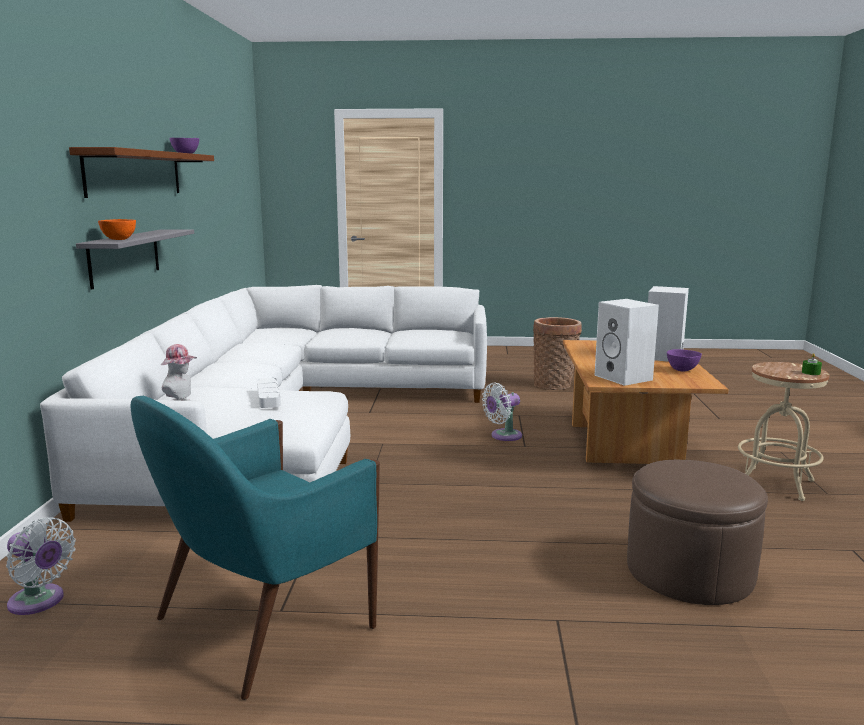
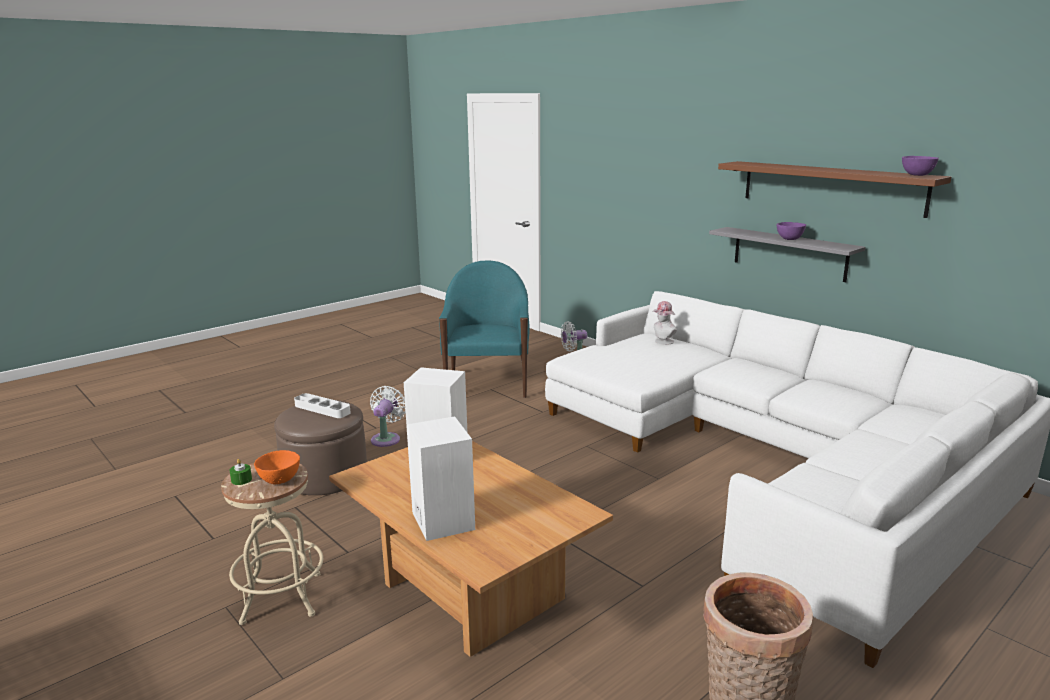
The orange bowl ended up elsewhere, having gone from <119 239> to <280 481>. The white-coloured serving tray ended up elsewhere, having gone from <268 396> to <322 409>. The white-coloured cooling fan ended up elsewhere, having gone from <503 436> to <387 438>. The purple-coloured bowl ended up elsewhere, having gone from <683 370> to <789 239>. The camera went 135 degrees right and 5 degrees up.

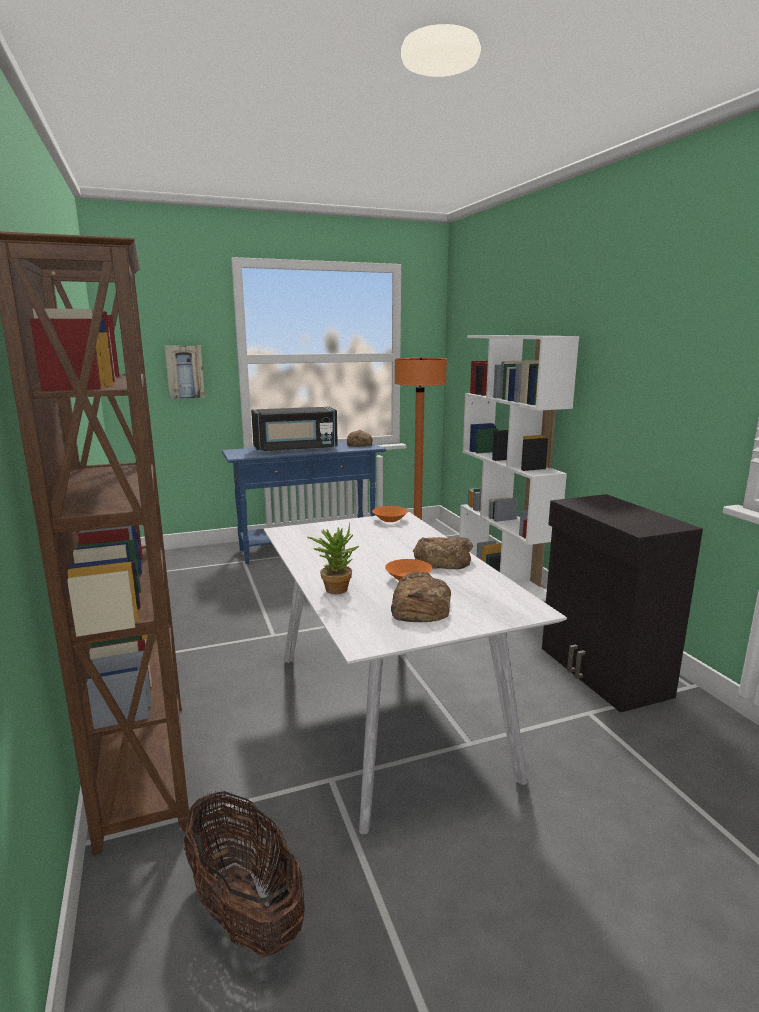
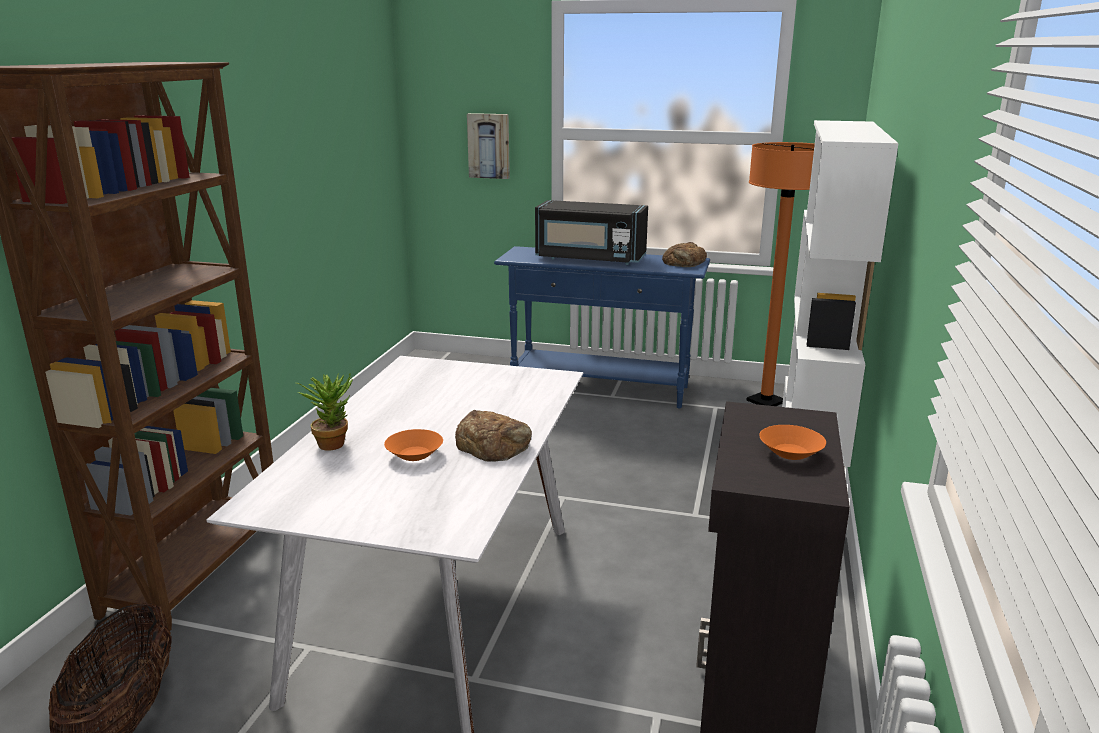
The orange bowl ended up elsewhere, having gone from <390 520> to <791 454>. The second view lost the bread at <420 606>. The camera went 35 degrees right and 5 degrees up.

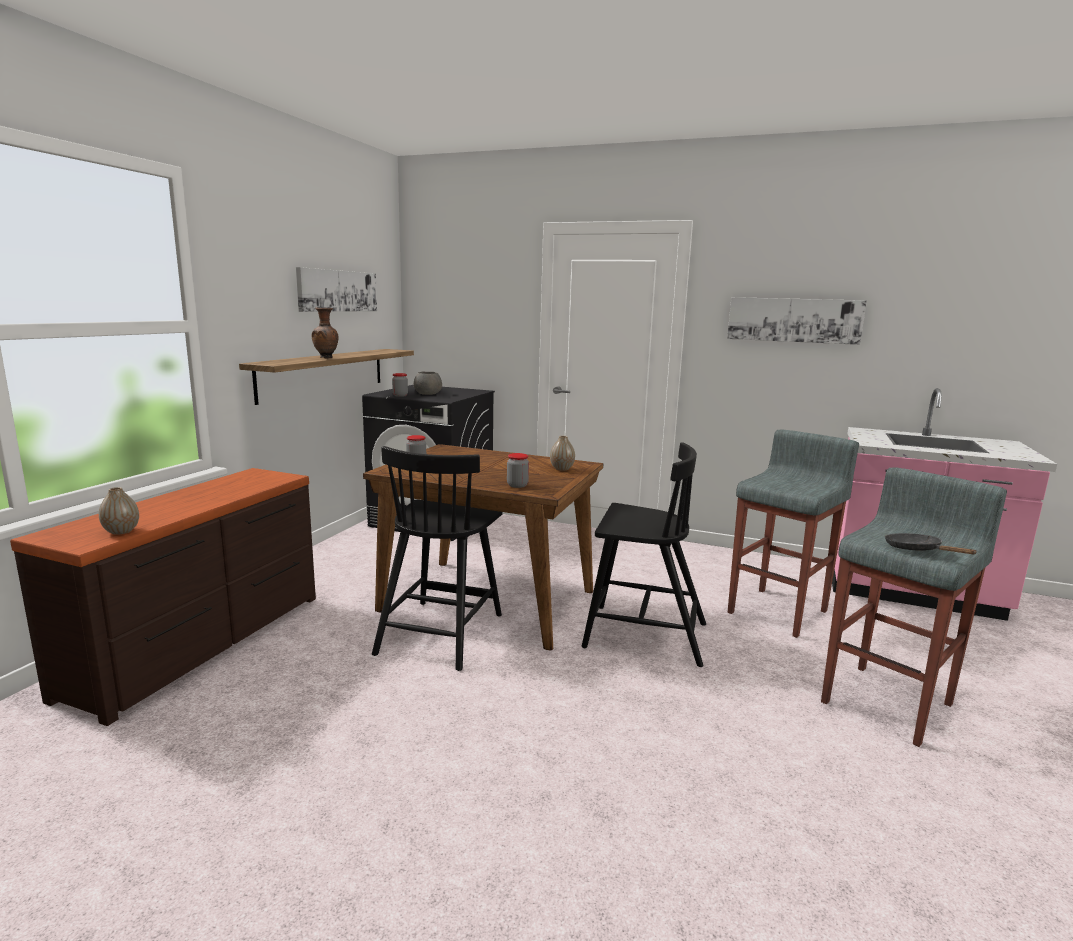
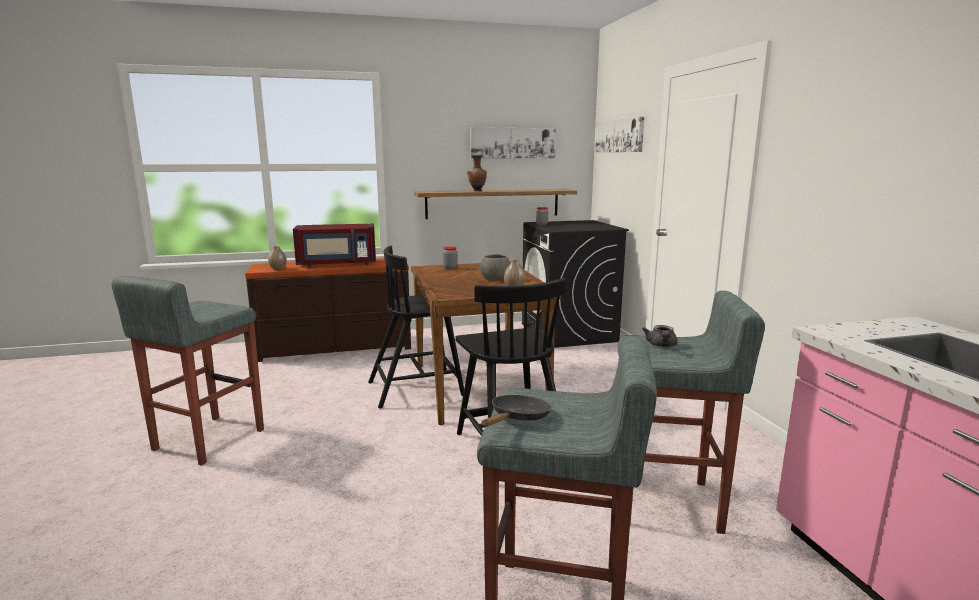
The second view gained the greyish sitting stool at <207 440>. The second view gained the red kitchen microwave at <337 264>. The greyish bowl ended up elsewhere, having gone from <428 394> to <494 279>. The picture ended up elsewhere, having gone from <794 320> to <619 136>. The second view gained the greyish tea pot at <661 345>. The second view lost the preserve jar at <517 485>. The camera went 55 degrees right and 0 degrees up.

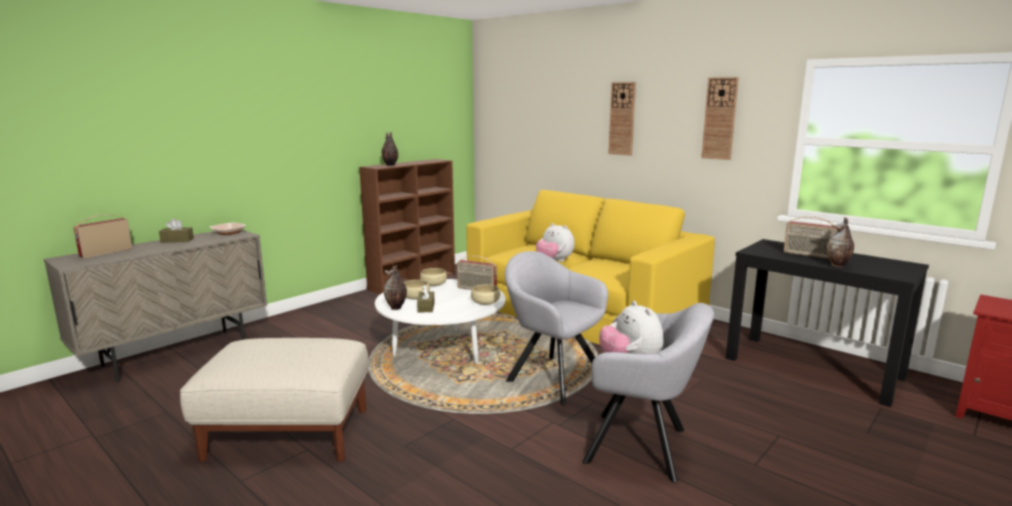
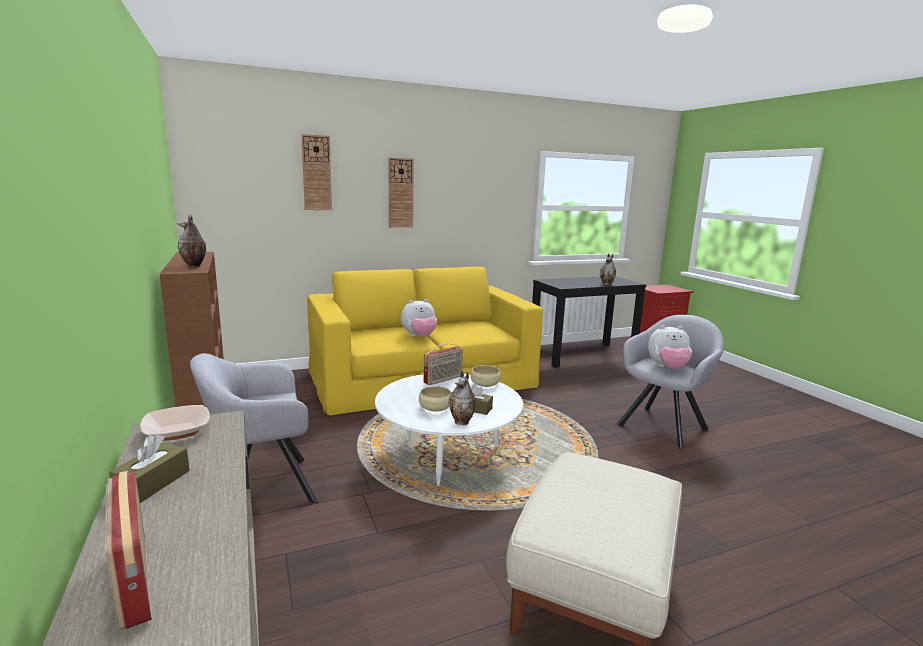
The greyish easy chair ended up elsewhere, having gone from <551 377> to <260 488>. The clock on the wall ended up elsewhere, having gone from <720 118> to <317 173>. The second view lost the beige bowl at <433 284>. The second view lost the radio set at <808 255>. The camera went 65 degrees left and 0 degrees up.

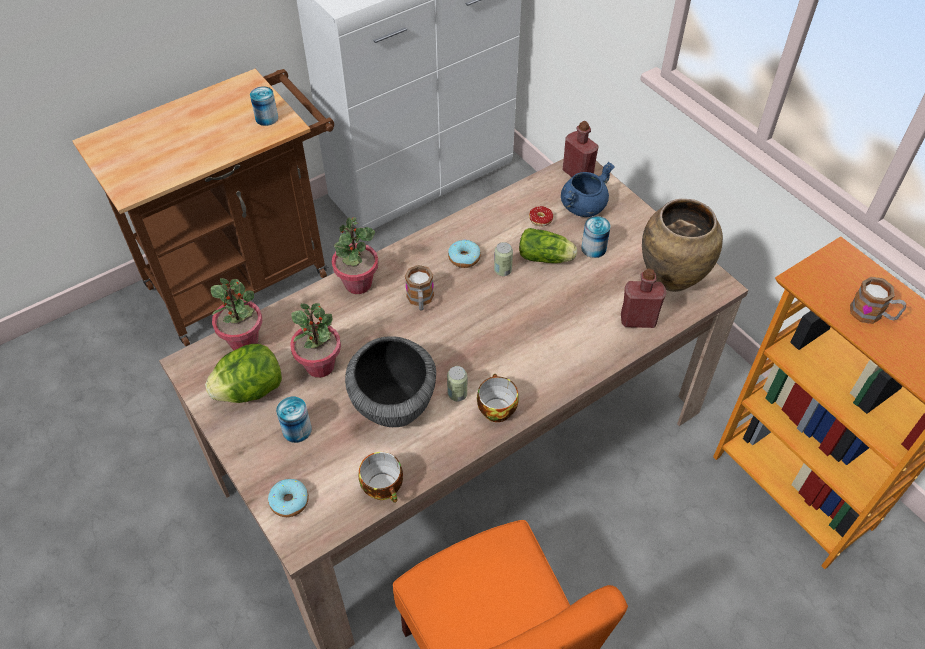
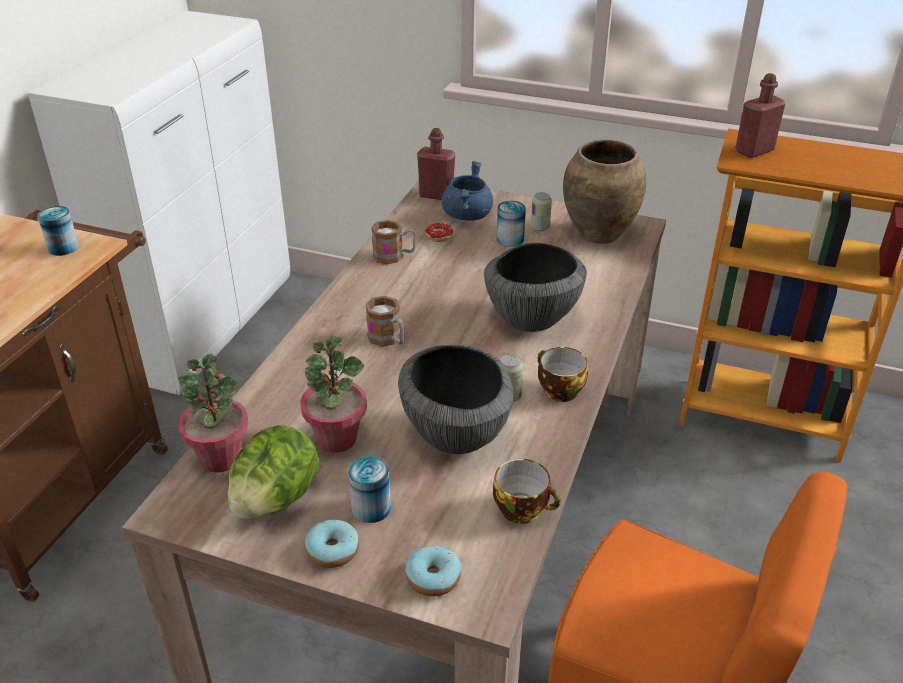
The donut ended up elsewhere, having gone from <464 258> to <333 550>. The mug ended up elsewhere, having gone from <872 314> to <394 256>. The second view gained the bowl at <531 319>. The can ended up elsewhere, having gone from <502 270> to <540 227>. The red bottle ended up elsewhere, having gone from <638 320> to <754 151>. The second view lost the plant in a pot at <358 283>. The second view lost the lettuce at <547 258>. The camera went 35 degrees left and 15 degrees down.

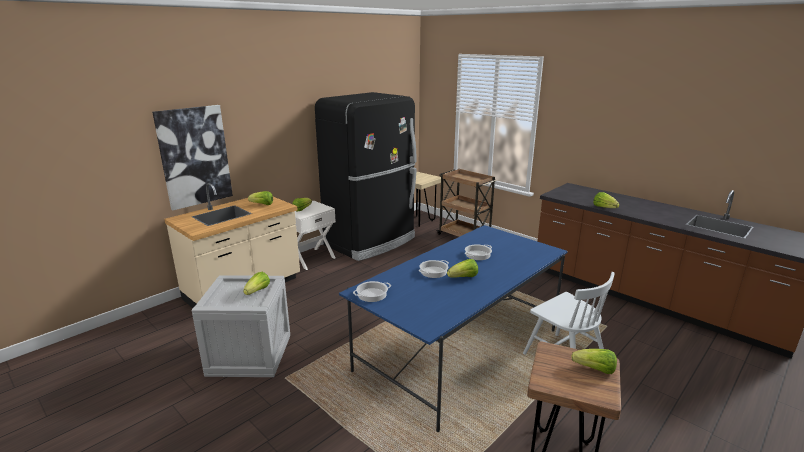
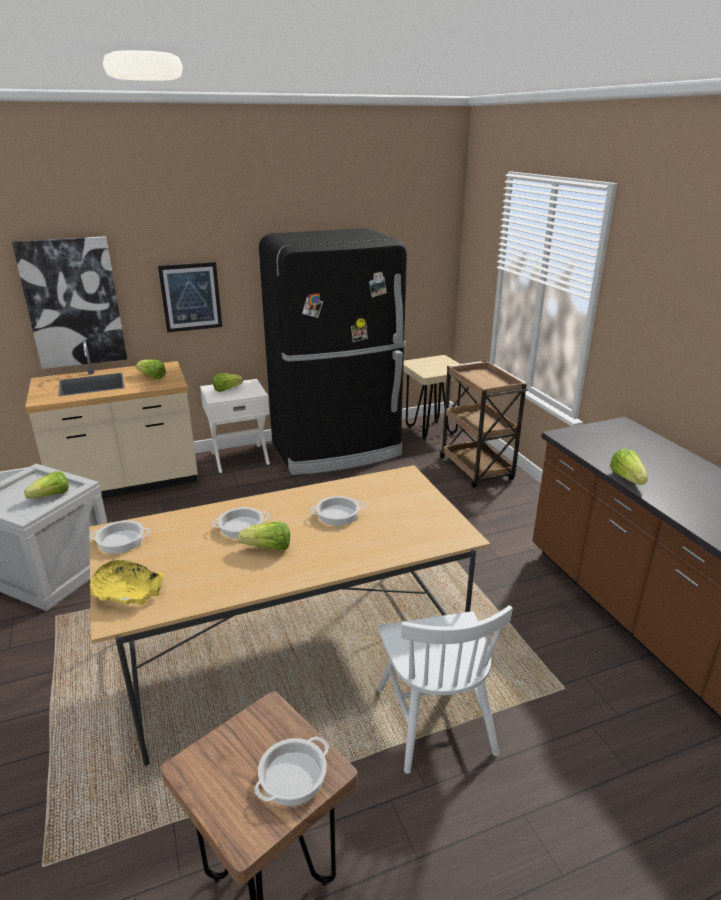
What was the blue-coloured dinner table at <459 350> turned into the beige dinner table at <293 650>. The second view gained the yellow bowl at <128 592>. The second view gained the picture at <190 297>. Where the lettuce stood at <595 370>, the stockpot came to stand at <293 777>. The camera went 25 degrees right and 5 degrees up.

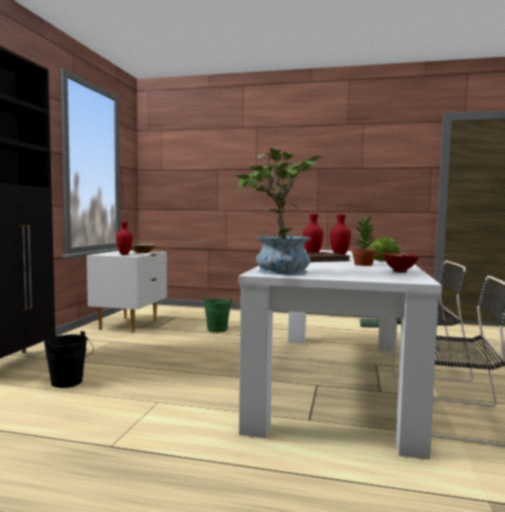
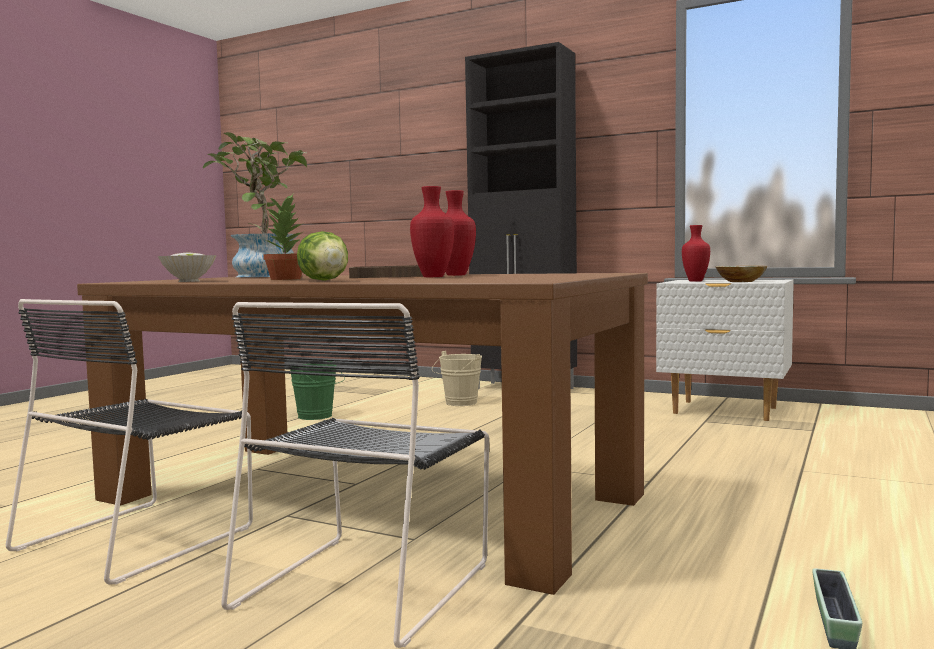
What was the white-coloured dinner table at <337 379> turned into the brown dinner table at <366 497>. What was the red bowl at <400 271> turned into the white-coloured bowl at <188 281>. The green water bucket ended up elsewhere, having gone from <218 329> to <318 416>. What was the black water bucket at <69 383> turned into the beige water bucket at <458 403>. The camera went 105 degrees right and 0 degrees up.

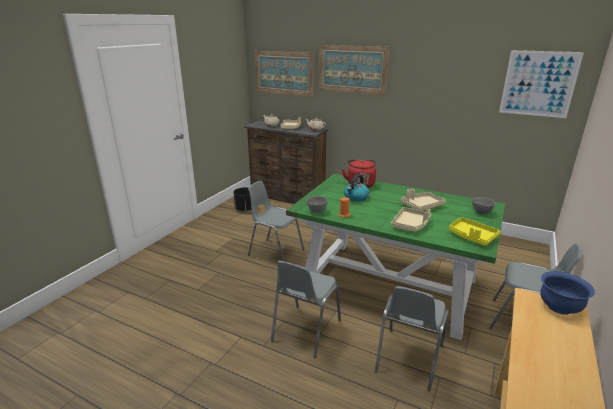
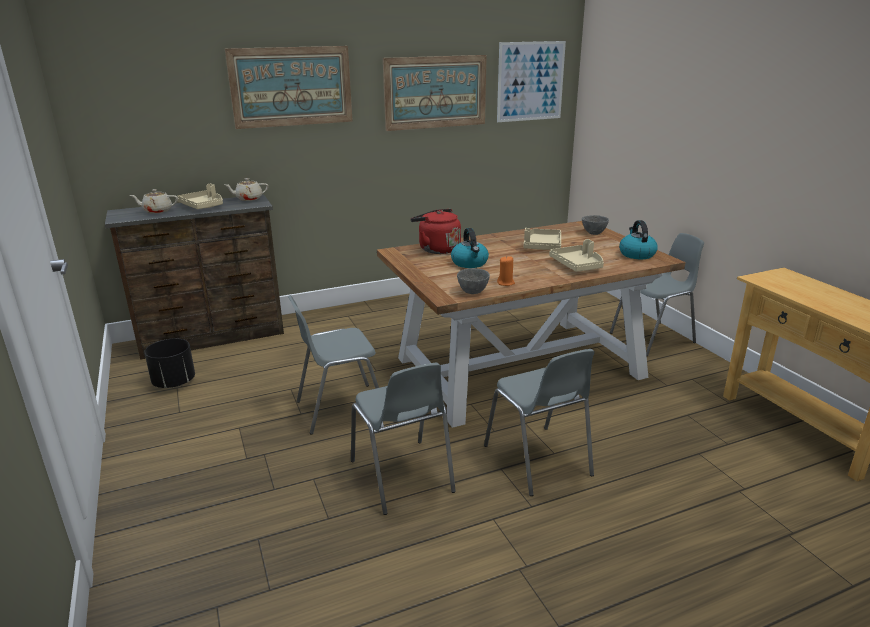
The greyish chair ended up elsewhere, having gone from <408 359> to <402 477>. What was the green dinner table at <390 284> turned into the brown dinner table at <520 367>. The picture ended up elsewhere, having gone from <283 73> to <435 92>. Where the yellow serving tray stood at <472 237>, the tea kettle came to stand at <636 254>. The second view lost the blue-coloured bowl at <559 307>. The camera went 50 degrees left and 0 degrees up.

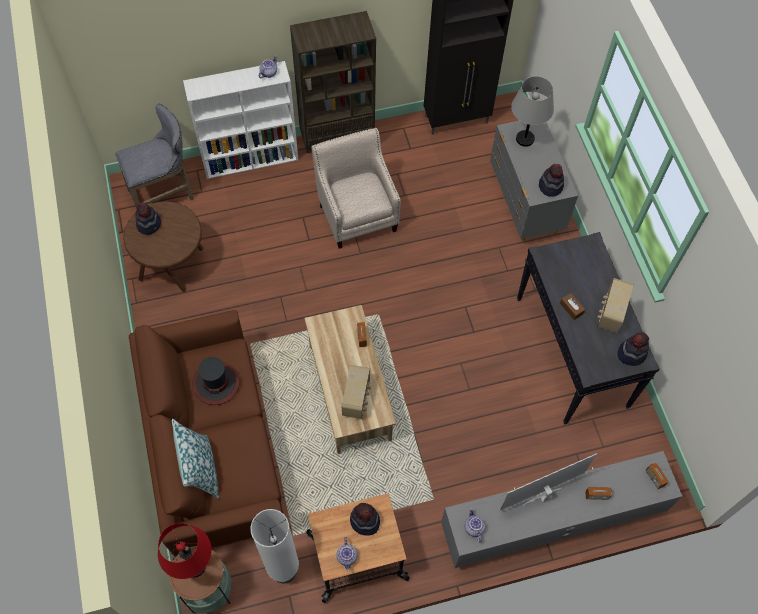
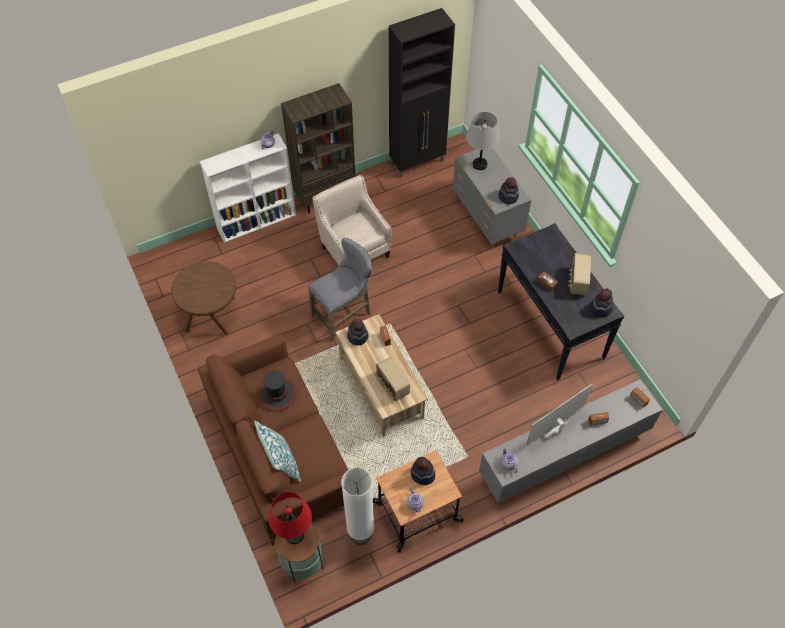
The greyish sitting stool ended up elsewhere, having gone from <165 195> to <344 314>. The wearable hat ended up elsewhere, having gone from <149 224> to <358 336>. The radio set at <356 398> ended up facing another way, 150 degrees clockwise from before. The camera went 10 degrees left and 5 degrees down.

